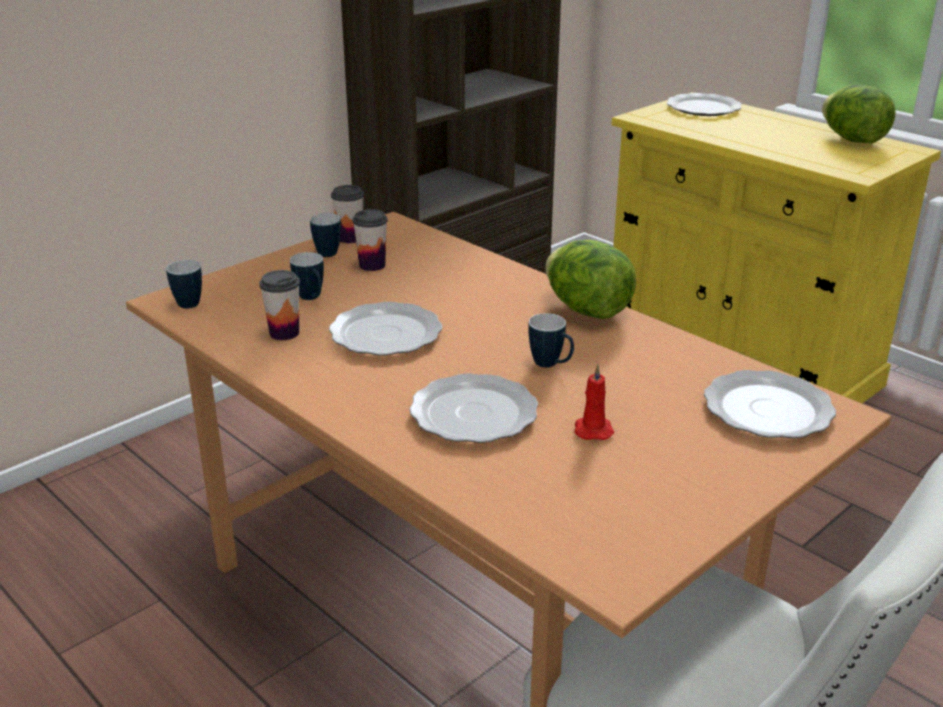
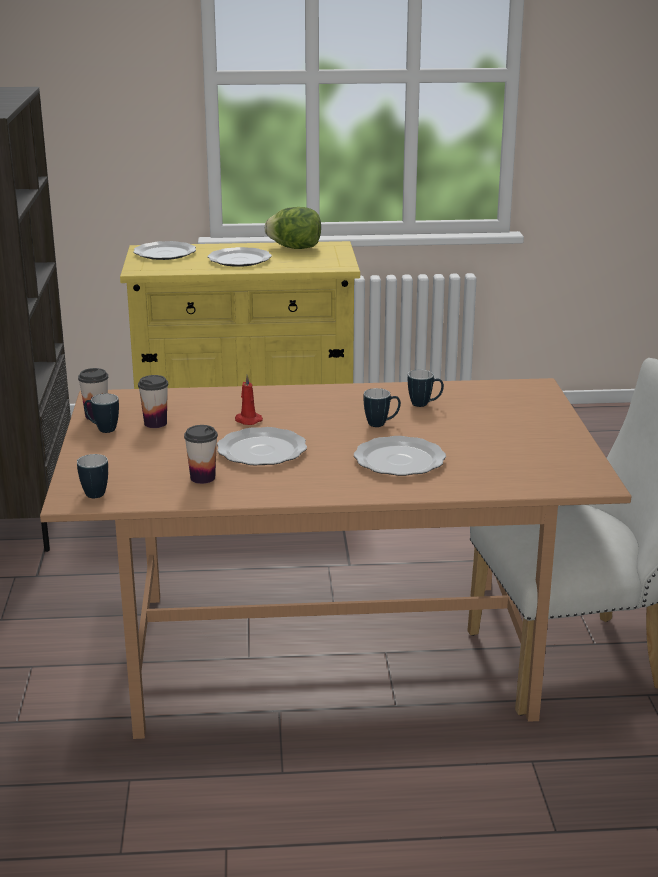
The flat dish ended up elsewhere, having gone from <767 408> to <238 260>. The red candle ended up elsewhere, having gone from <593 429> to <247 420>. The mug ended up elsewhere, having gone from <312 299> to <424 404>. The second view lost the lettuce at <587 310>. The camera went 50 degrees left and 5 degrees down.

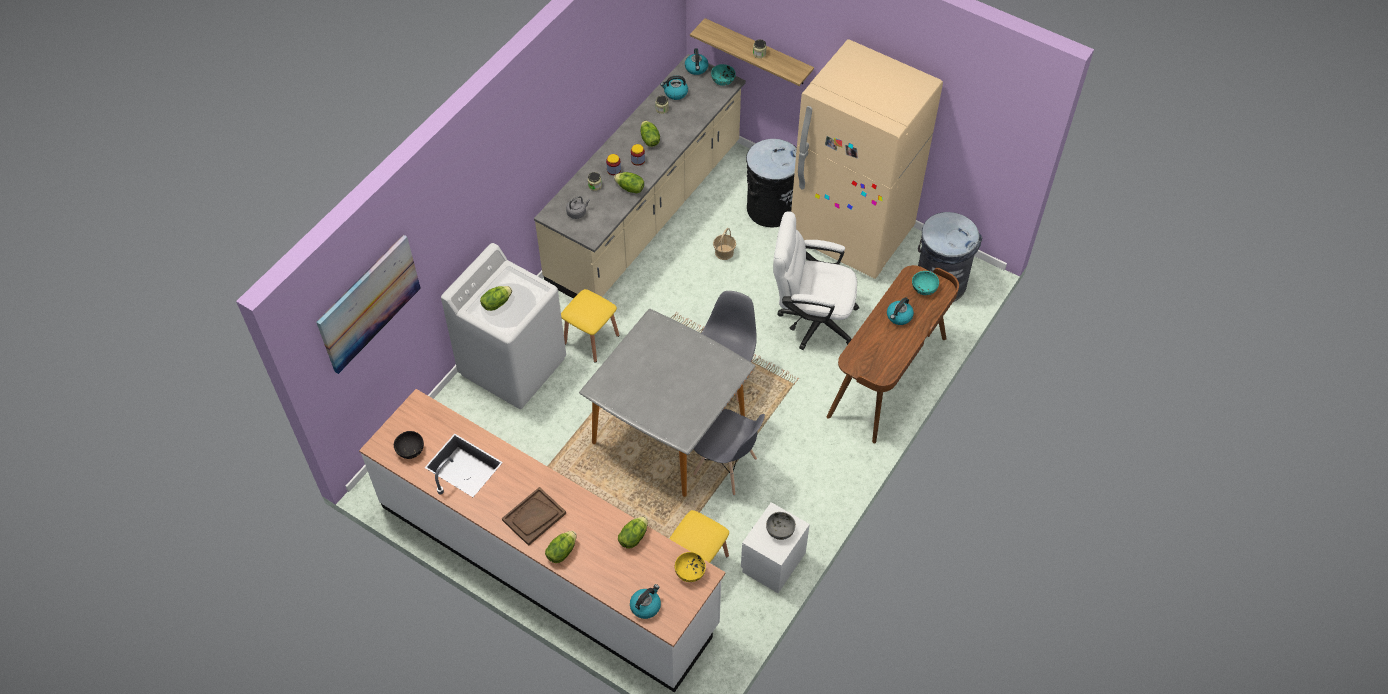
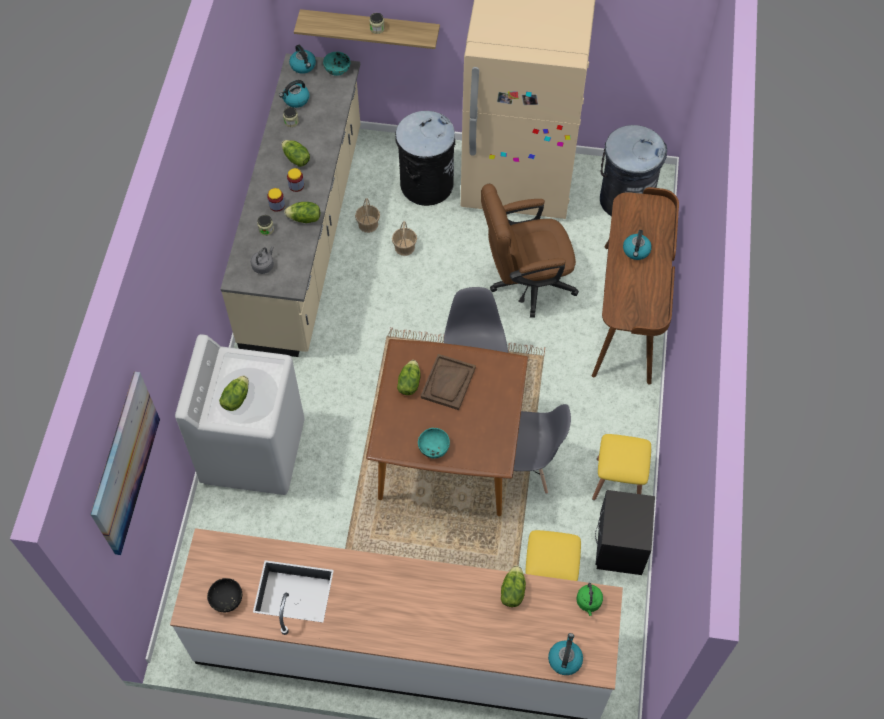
The second view gained the household basket at <368 224>. What was the greyish dinner table at <669 430> turned into the brown dinner table at <448 453>. The lettuce ended up elsewhere, having gone from <561 551> to <409 383>. The turquoise bowl ended up elsewhere, having gone from <923 288> to <433 447>. The brown serving tray ended up elsewhere, having gone from <534 517> to <448 383>. What was the white-coloured computer chair at <811 319> turned into the brown computer chair at <525 283>. Where the yellow bowl stood at <690 572>, the green tea kettle came to stand at <588 602>. The yellow sitting stool ended up elsewhere, having gone from <591 339> to <617 482>. What was the white-coloured night table at <772 561> turned into the black night table at <619 545>. The second view lost the greyish bowl at <780 530>. The camera went 25 degrees left and 5 degrees up.

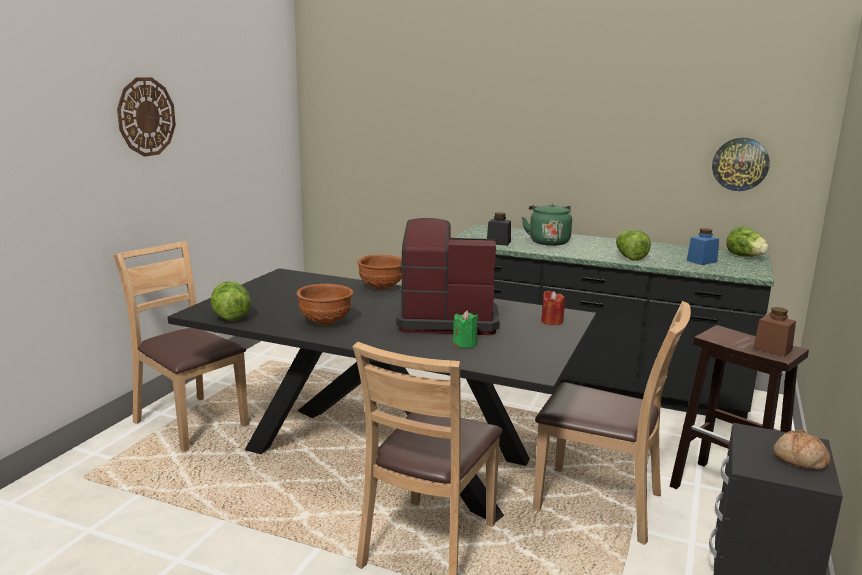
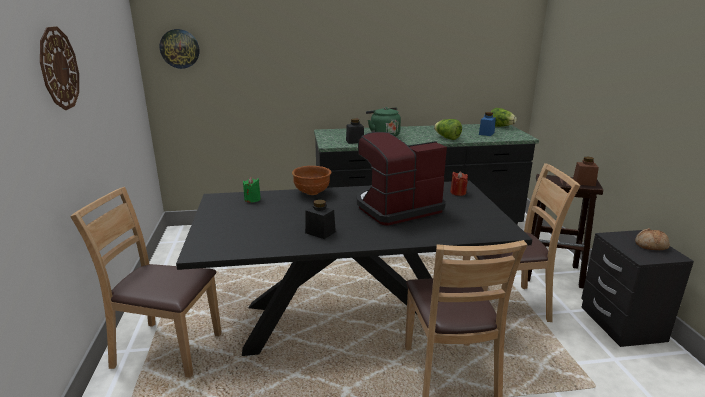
The clock on the wall ended up elsewhere, having gone from <740 164> to <179 48>. The green candle ended up elsewhere, having gone from <465 344> to <252 199>. Where the brown bowl stood at <326 322>, the black preserve jar came to stand at <320 232>. The second view lost the lettuce at <231 317>. The camera went 30 degrees left and 5 degrees up.

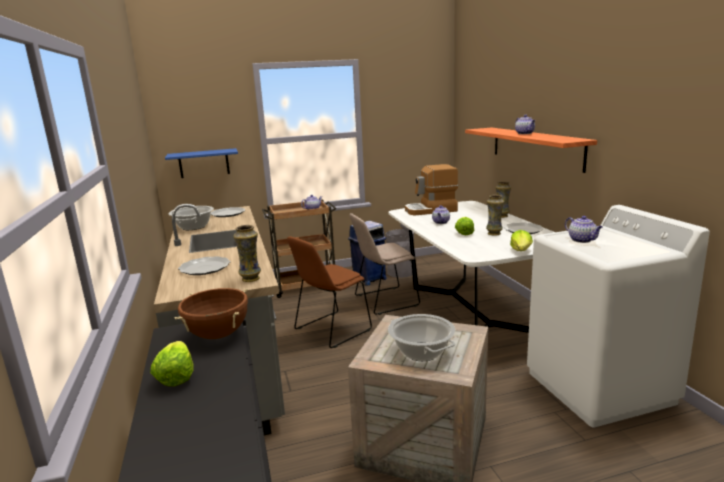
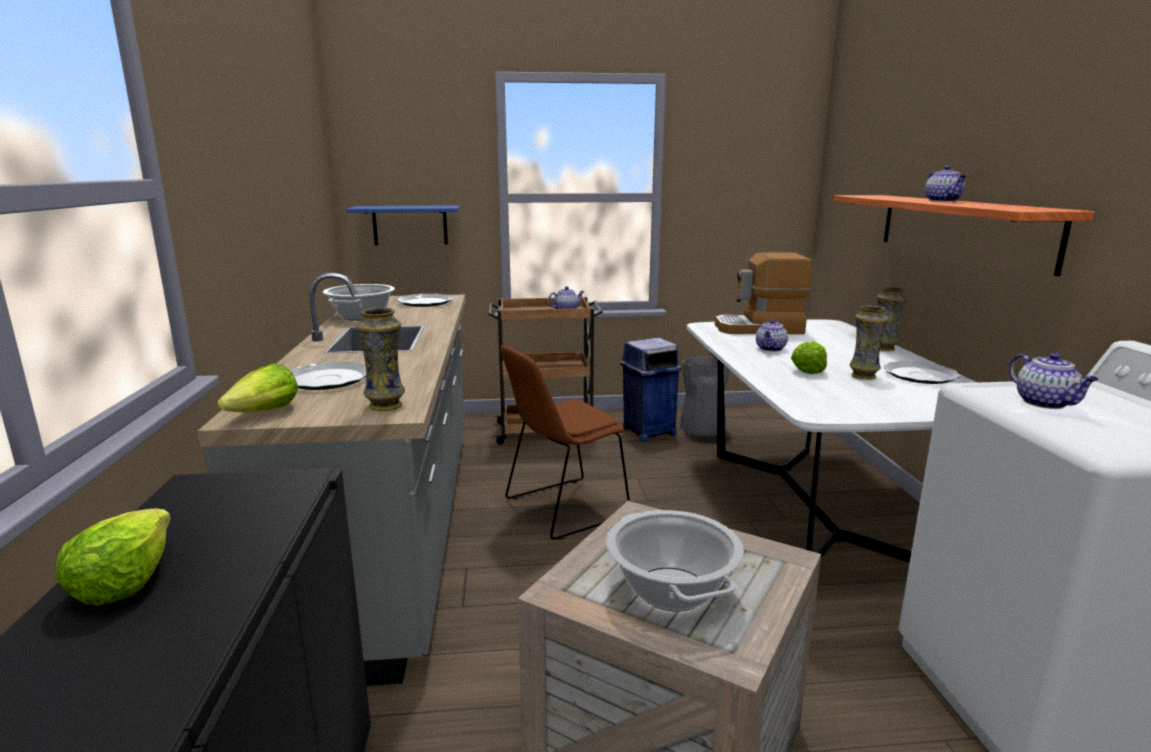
The lettuce ended up elsewhere, having gone from <521 251> to <265 412>. The second view lost the brown stockpot at <218 335>. The second view lost the beige chair at <384 301>. The camera went 10 degrees right and 0 degrees up.

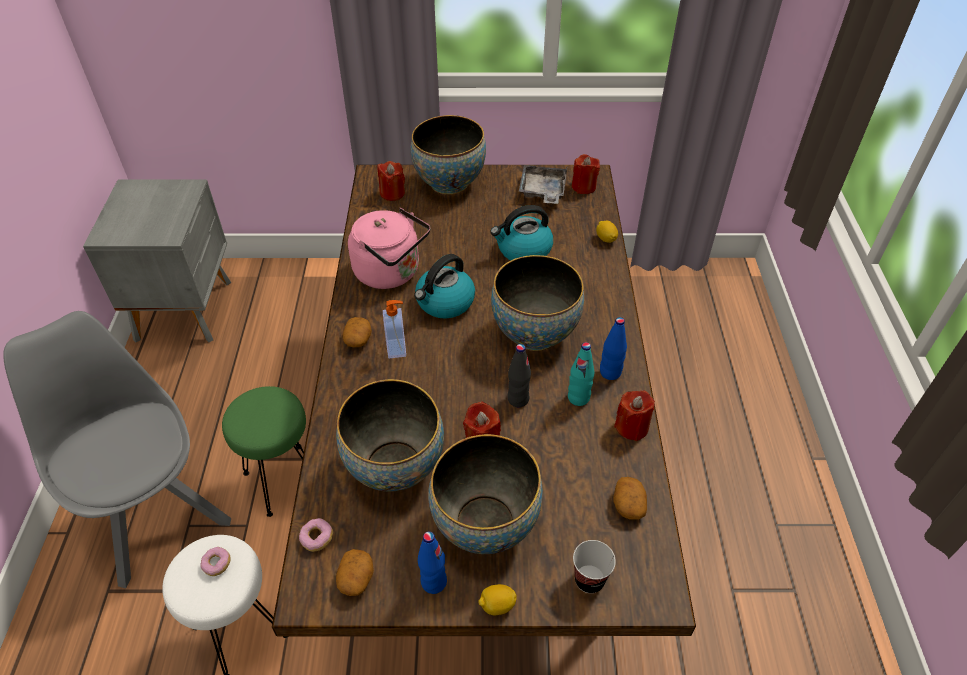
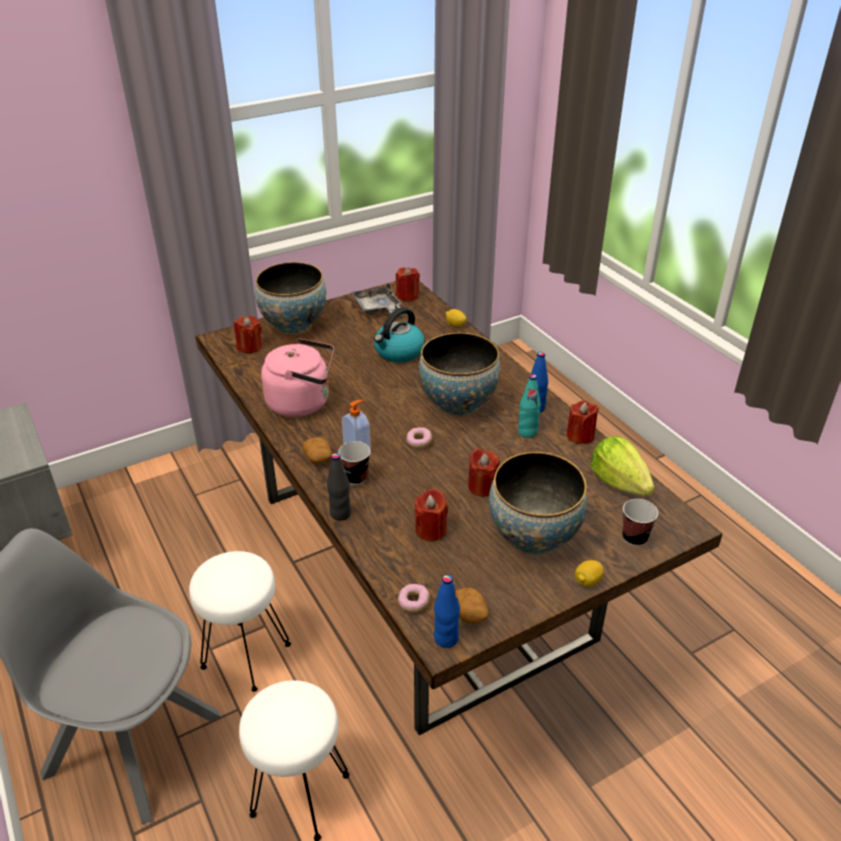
What was the green sitting stool at <284 478> turned into the white-coloured sitting stool at <245 655>. The black bottle ended up elsewhere, having gone from <518 399> to <340 514>. The second view gained the cup at <356 478>. The donut ended up elsewhere, having gone from <217 564> to <419 442>. Where the bowl stood at <394 466>, the red candle came to stand at <431 530>. The blue-coloured bottle ended up elsewhere, having gone from <433 582> to <446 638>. Where the whole potato stood at <628 504>, the lettuce came to stand at <619 482>. The second view lost the tea kettle at <444 302>. The camera went 30 degrees left and 10 degrees down.

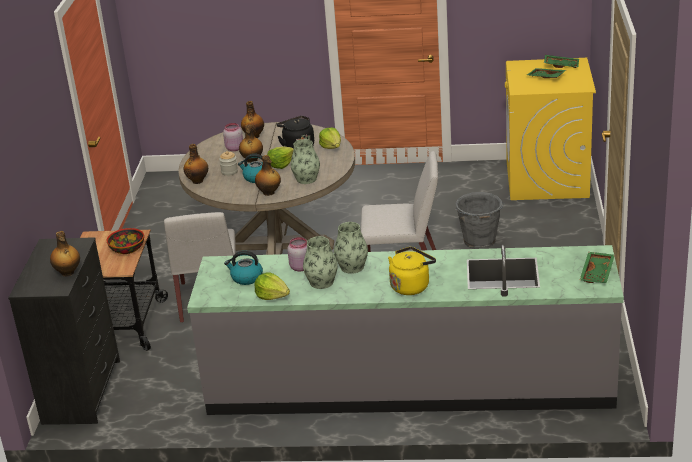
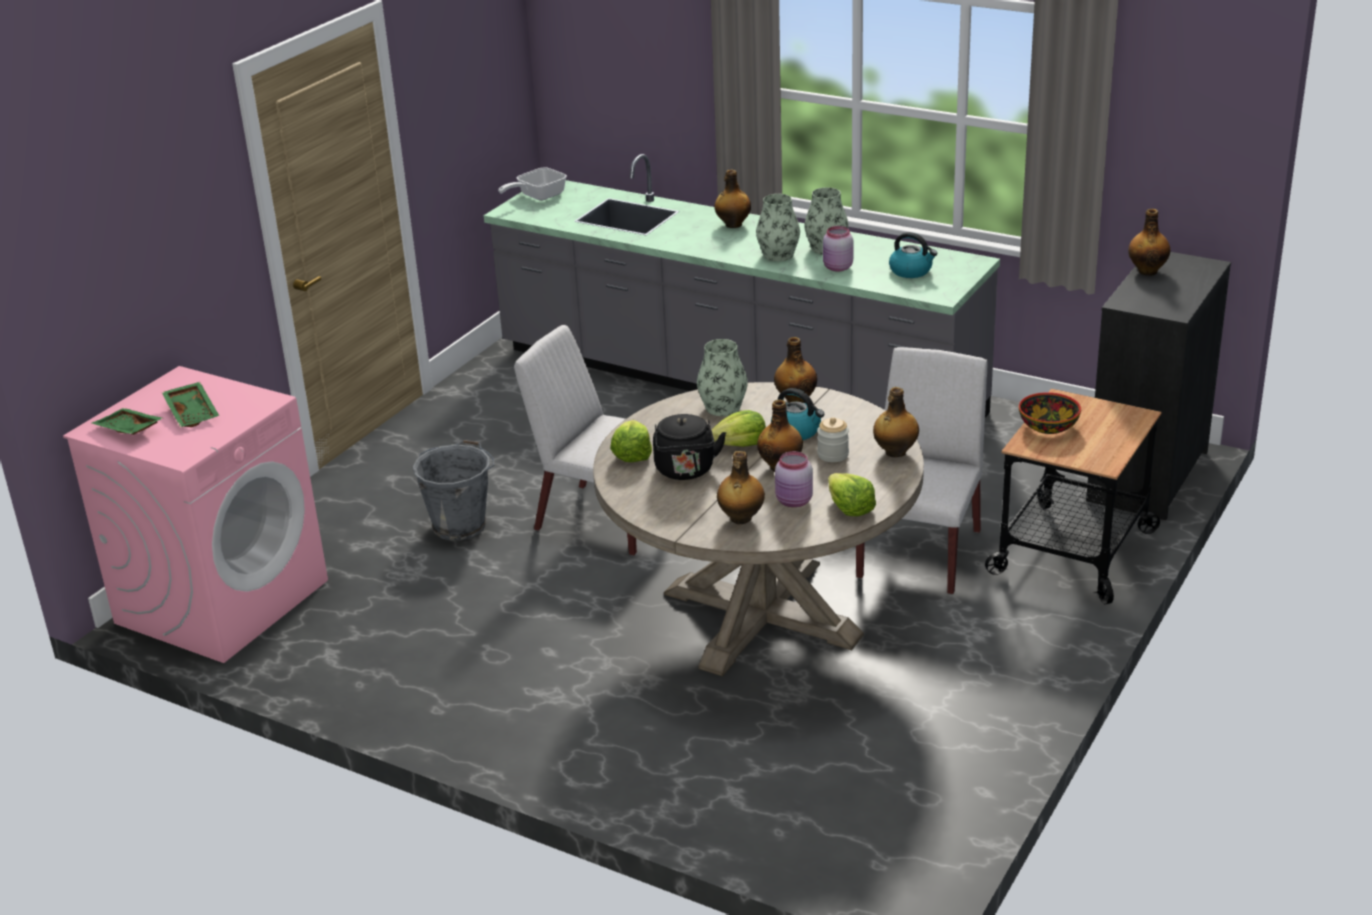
What was the yellow laundry appliance at <547 179> turned into the pinkish laundry appliance at <222 601>. Where the green serving tray stood at <598 273>, the frying pan came to stand at <537 196>. Where the yellow tea kettle stood at <411 286>, the bottle came to stand at <733 225>. The lettuce ended up elsewhere, having gone from <272 296> to <850 508>. The camera went 155 degrees left and 0 degrees up.

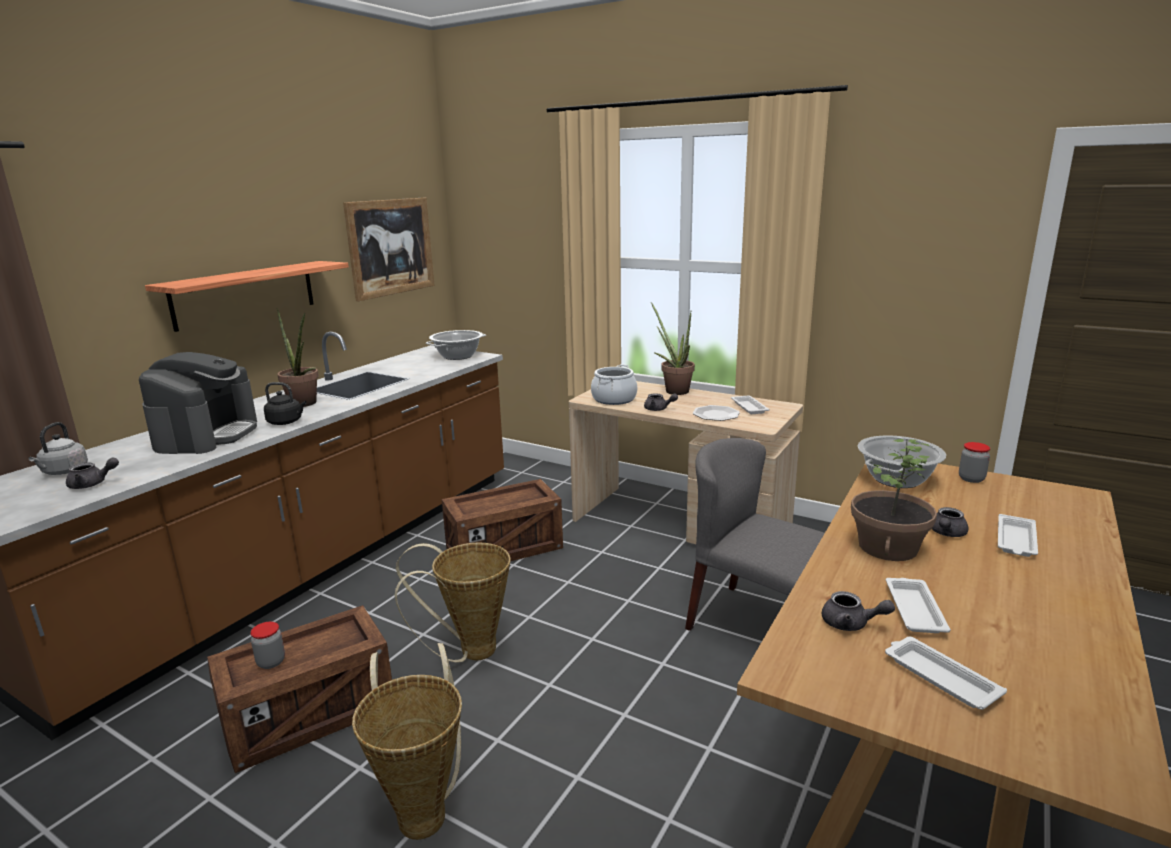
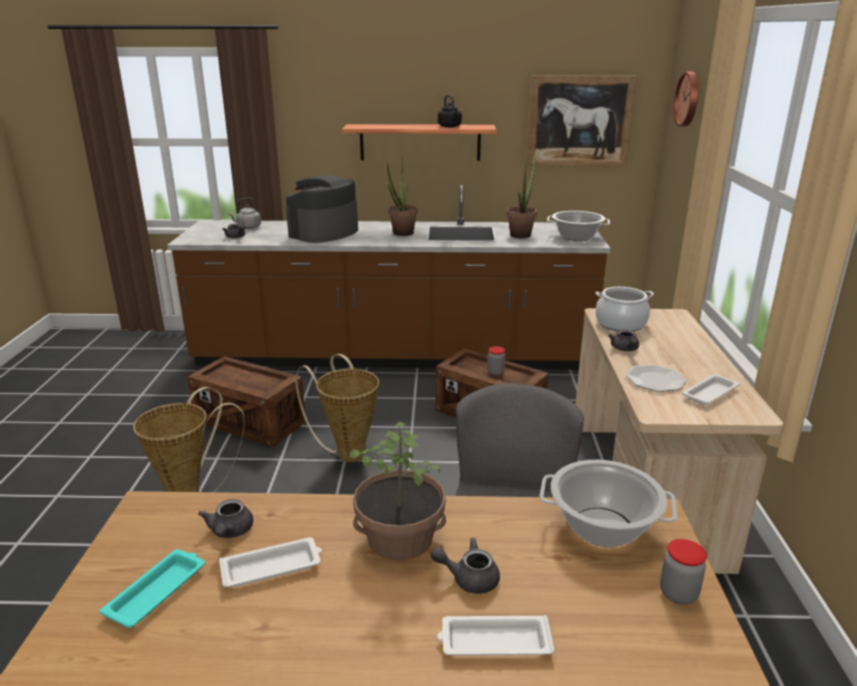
What was the white-coloured serving tray at <939 677> turned into the turquoise serving tray at <158 591>. The coffee machine at <207 435> ended up facing another way, 150 degrees clockwise from before. The black tea kettle ended up elsewhere, having gone from <286 422> to <450 126>. The preserve jar ended up elsewhere, having gone from <271 662> to <495 372>. The plant in a pot ended up elsewhere, having gone from <673 390> to <521 234>. The second view gained the clock on the wall at <688 99>. The camera went 60 degrees right and 5 degrees up.

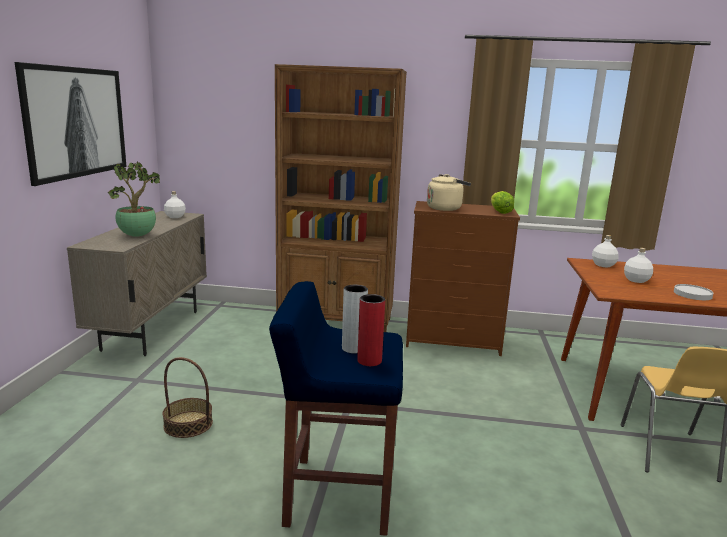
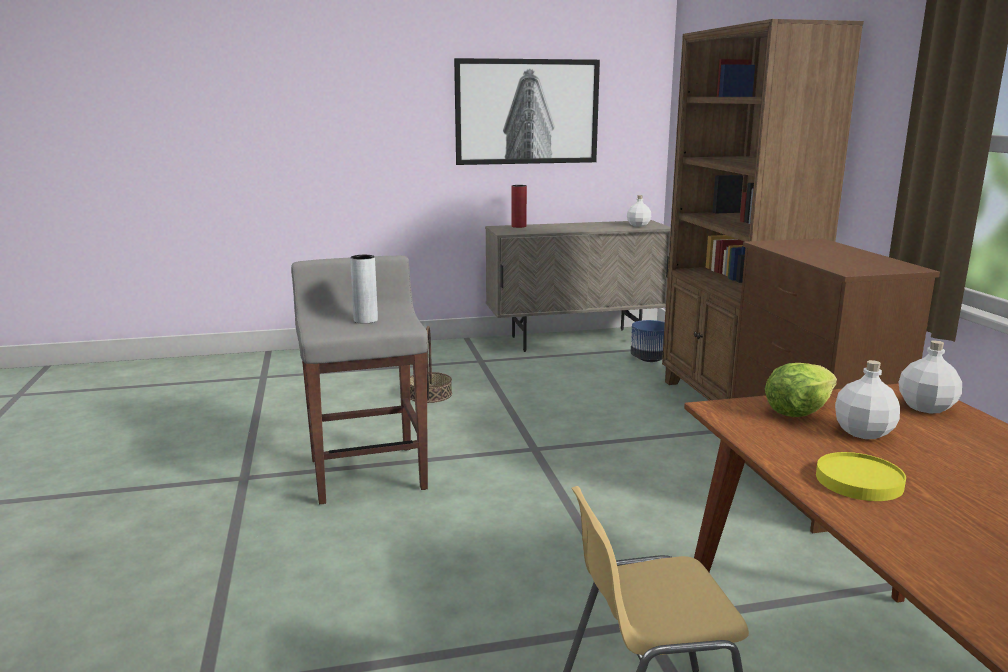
What was the blue-coloured sitting stool at <337 494> turned into the greyish sitting stool at <367 473>. The red decorative vase ended up elsewhere, having gone from <369 361> to <518 226>. The second view gained the blue-coloured flower pot at <650 359>. The lettuce ended up elsewhere, having gone from <499 212> to <797 411>. What was the white-coloured flat dish at <693 294> turned into the yellow flat dish at <859 481>. The second view lost the plant in a pot at <138 236>. The second view lost the beige tea kettle at <446 208>. The camera went 70 degrees right and 0 degrees up.

